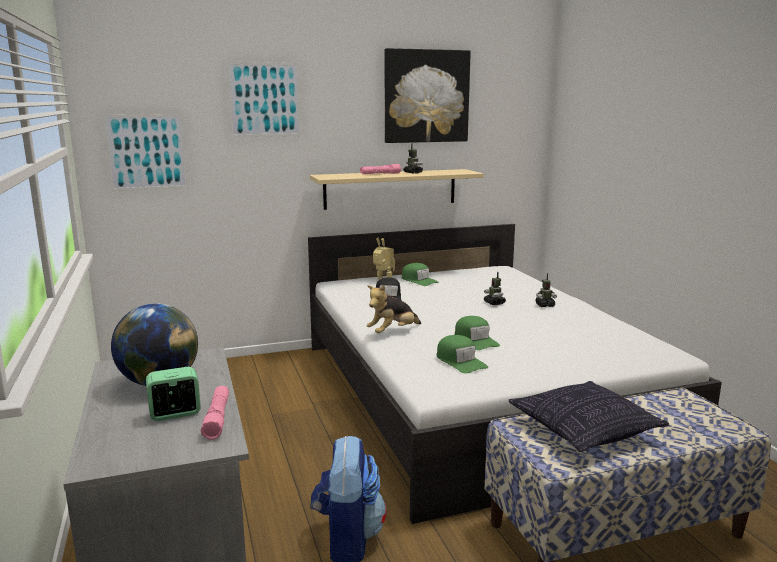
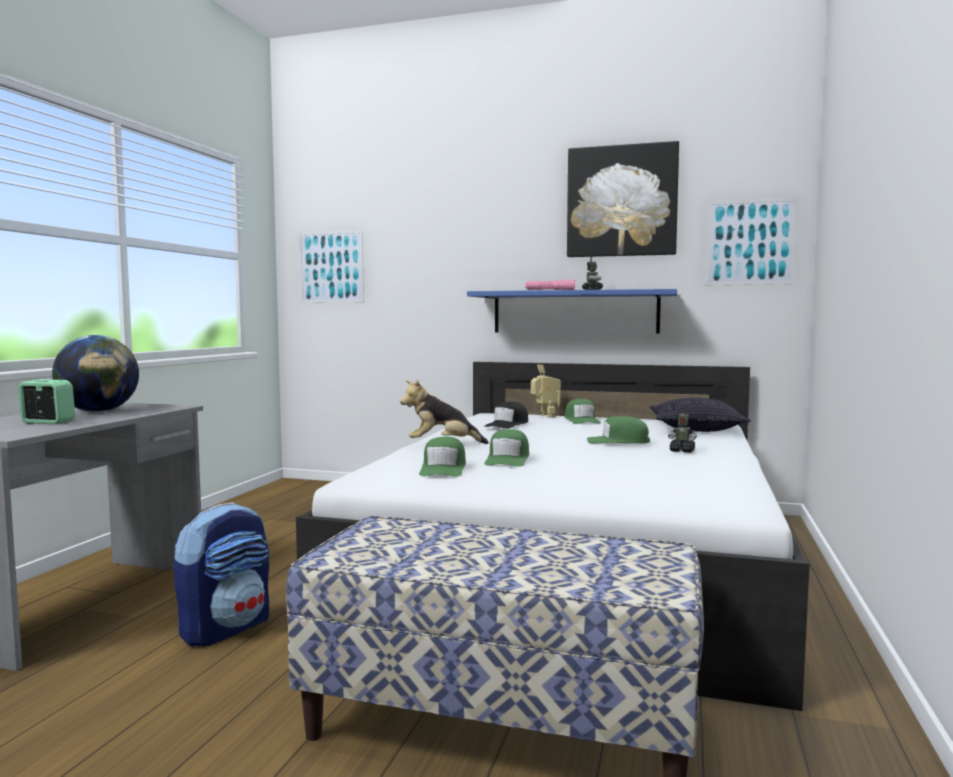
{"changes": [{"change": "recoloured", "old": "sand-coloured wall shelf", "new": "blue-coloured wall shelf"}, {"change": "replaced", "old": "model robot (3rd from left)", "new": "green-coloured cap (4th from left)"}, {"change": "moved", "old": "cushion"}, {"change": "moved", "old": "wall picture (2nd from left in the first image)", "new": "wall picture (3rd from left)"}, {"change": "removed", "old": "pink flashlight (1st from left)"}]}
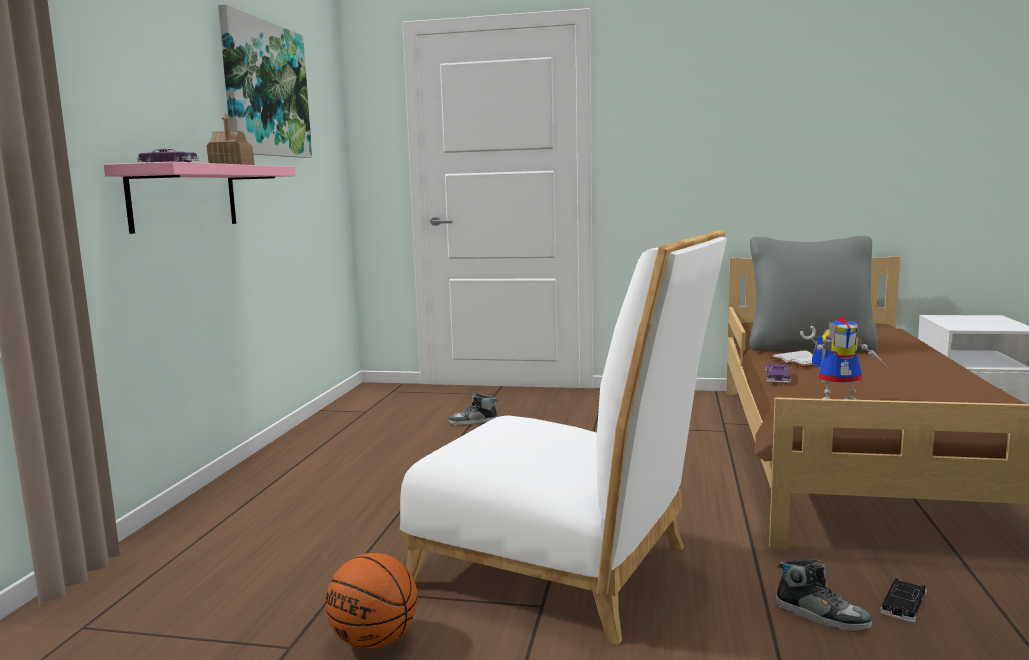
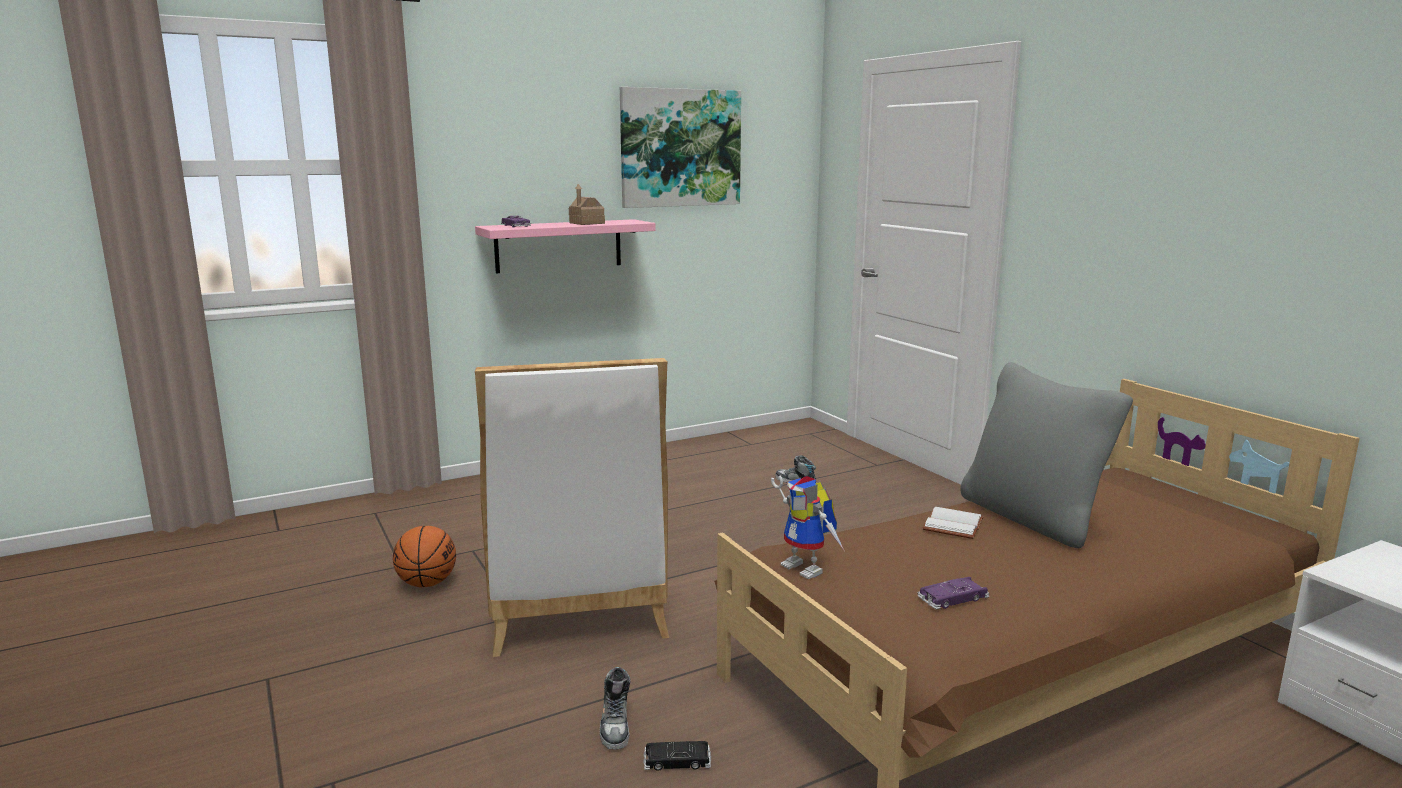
{"changes": [{"change": "moved", "old": "purple-coloured toy car (2nd from left)"}]}
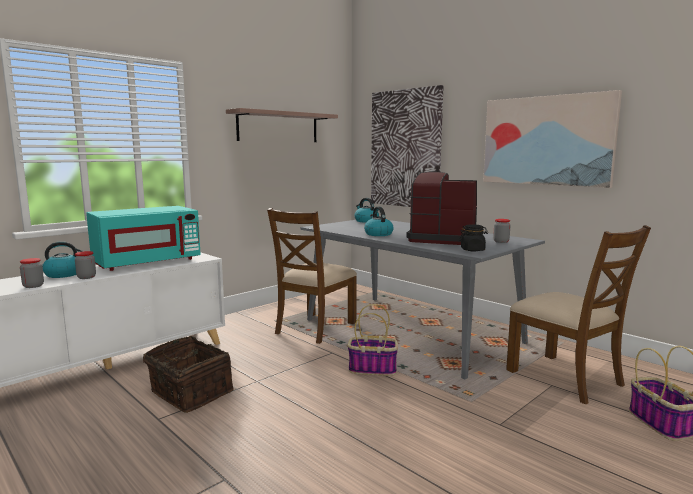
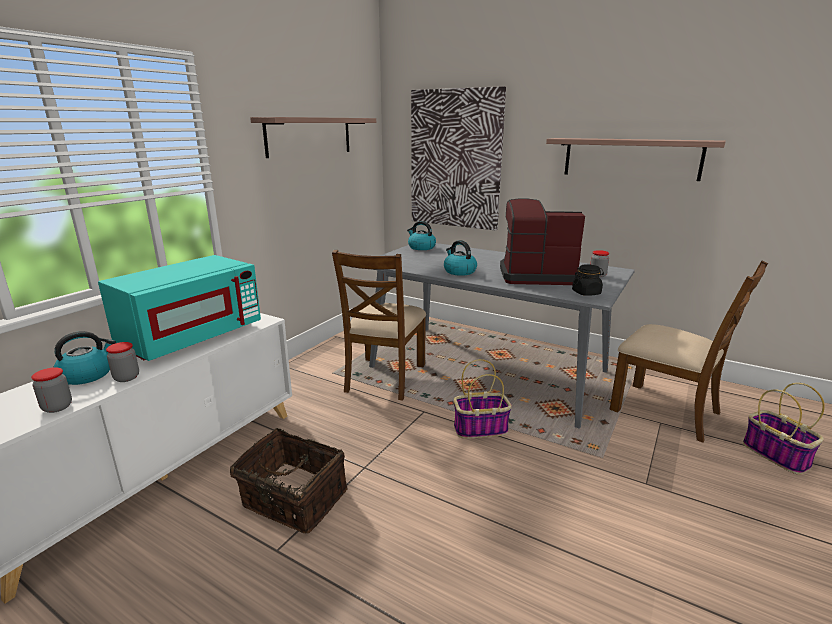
{"changes": [{"change": "replaced", "old": "wall picture (2nd from left)", "new": "wall shelf (2nd from left)"}]}
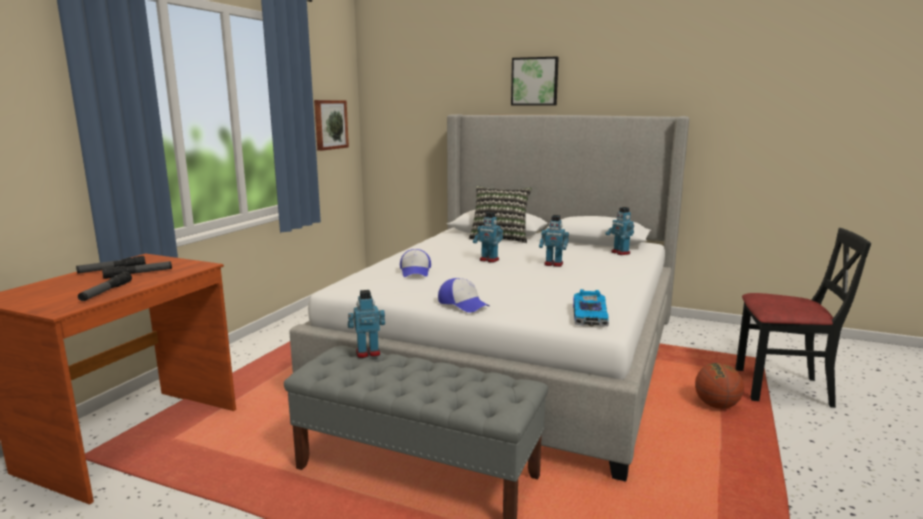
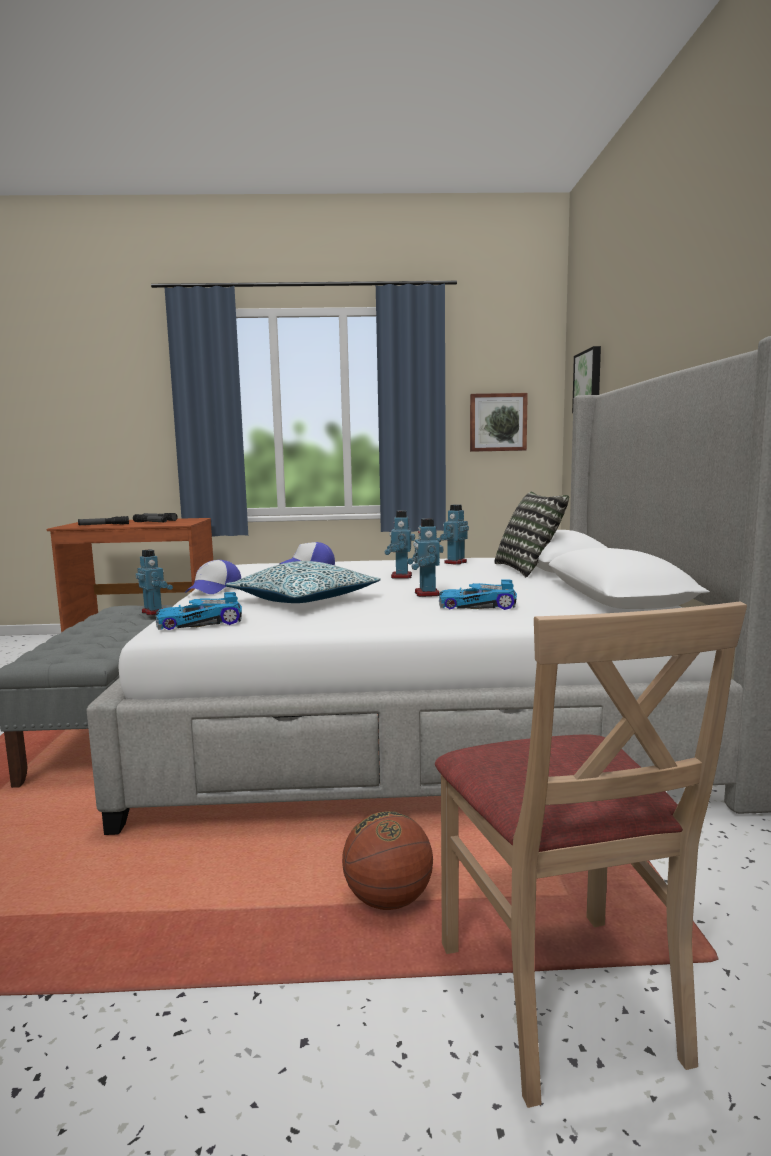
{"changes": [{"change": "added", "new": "cushion (1st from left)"}, {"change": "recoloured", "old": "black chair", "new": "sand-coloured chair"}, {"change": "moved", "old": "model robot (4th from left)"}, {"change": "added", "new": "toy car (2nd from left)"}, {"change": "moved", "old": "wall picture (2nd from left)"}]}
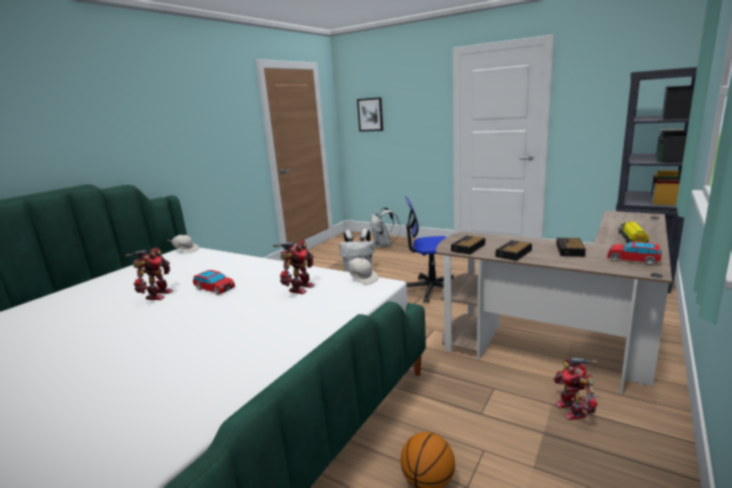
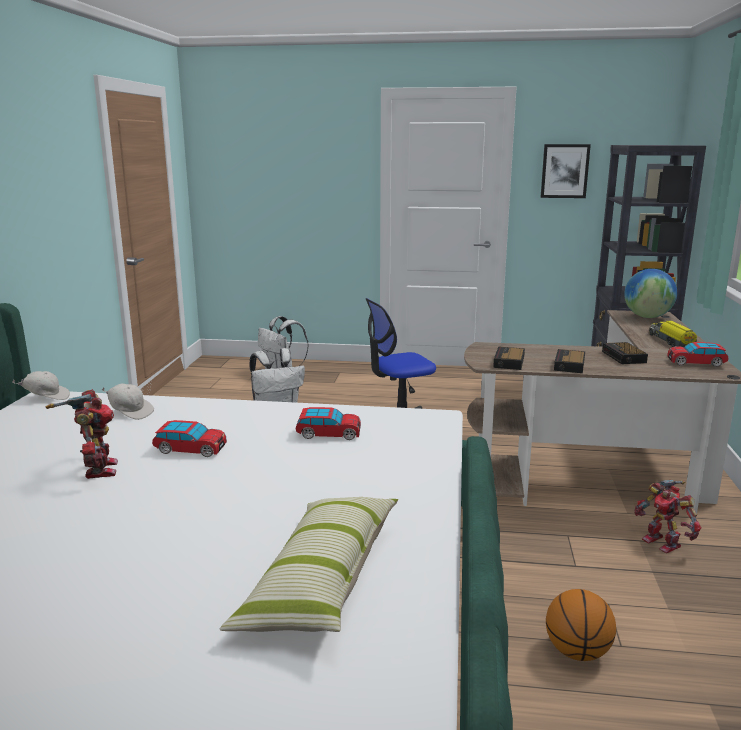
{"changes": [{"change": "moved", "old": "white cap (2nd from left)"}, {"change": "added", "new": "cushion"}, {"change": "replaced", "old": "model robot (2nd from left)", "new": "toy car (2nd from left)"}, {"change": "moved", "old": "wall picture"}, {"change": "added", "new": "globe"}]}
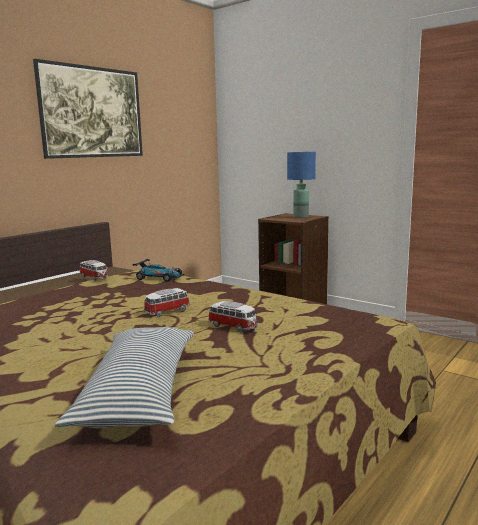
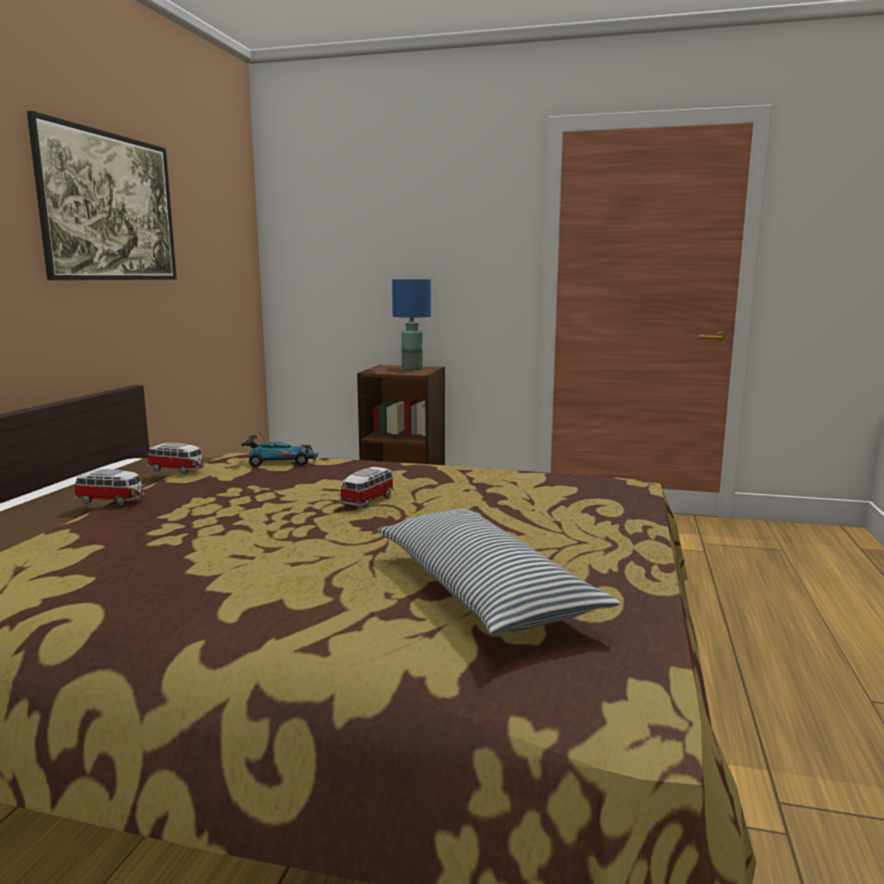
{"changes": [{"change": "moved", "old": "toy car (4th from left in the first image)", "new": "toy car (1st from left)"}]}
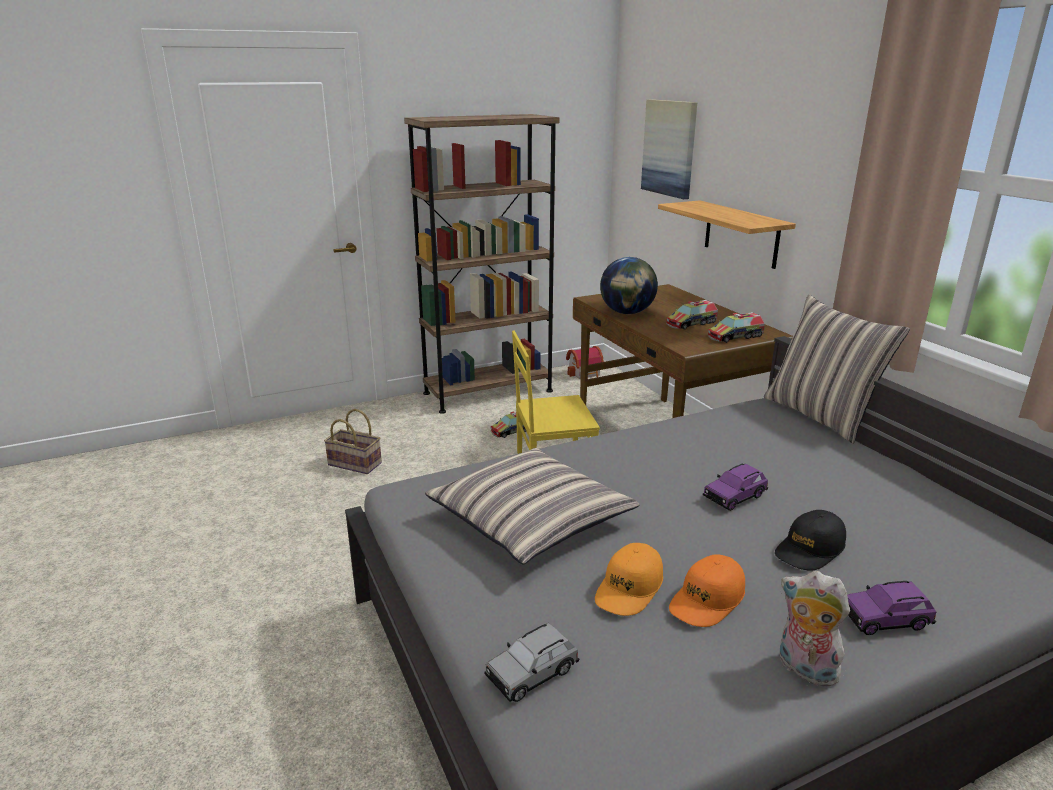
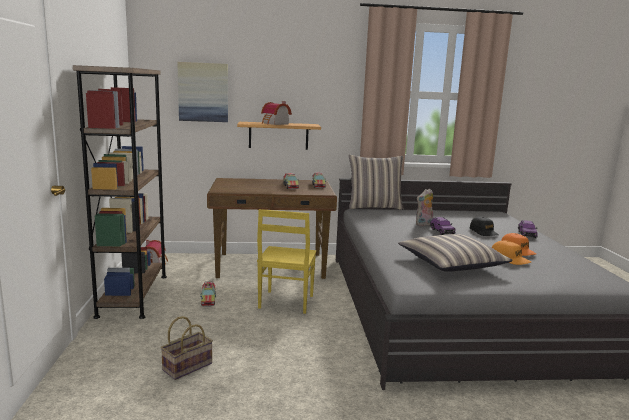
{"changes": [{"change": "added", "new": "toy house (2nd from left)"}, {"change": "moved", "old": "soft toy"}, {"change": "removed", "old": "grey toy car"}, {"change": "removed", "old": "globe"}]}
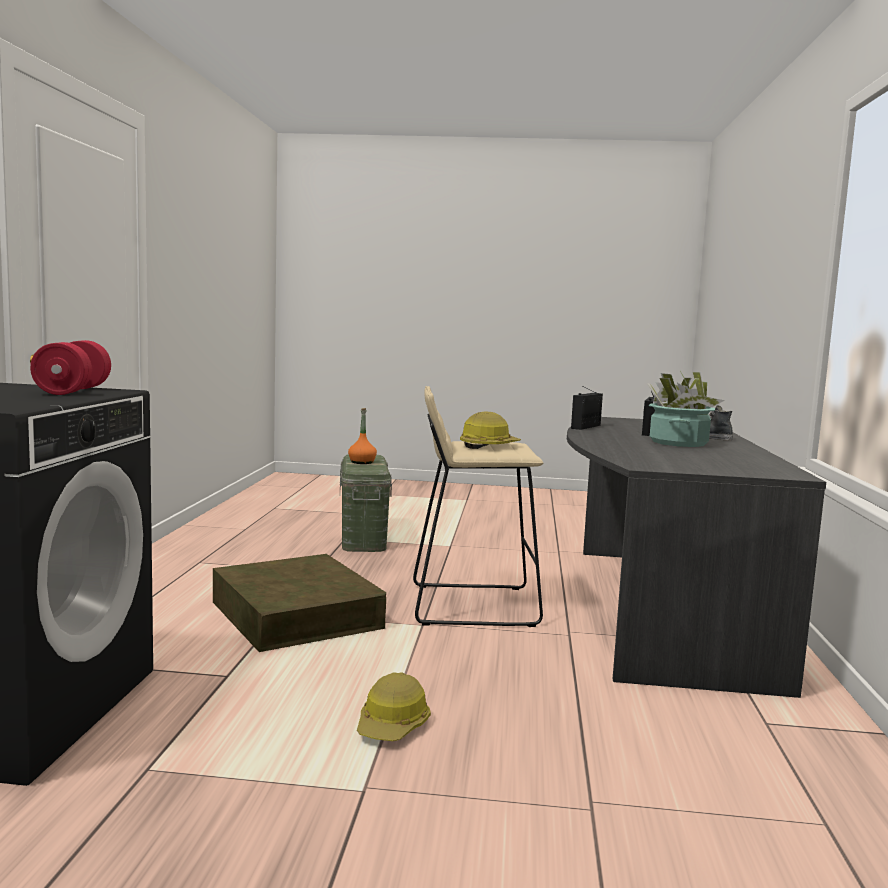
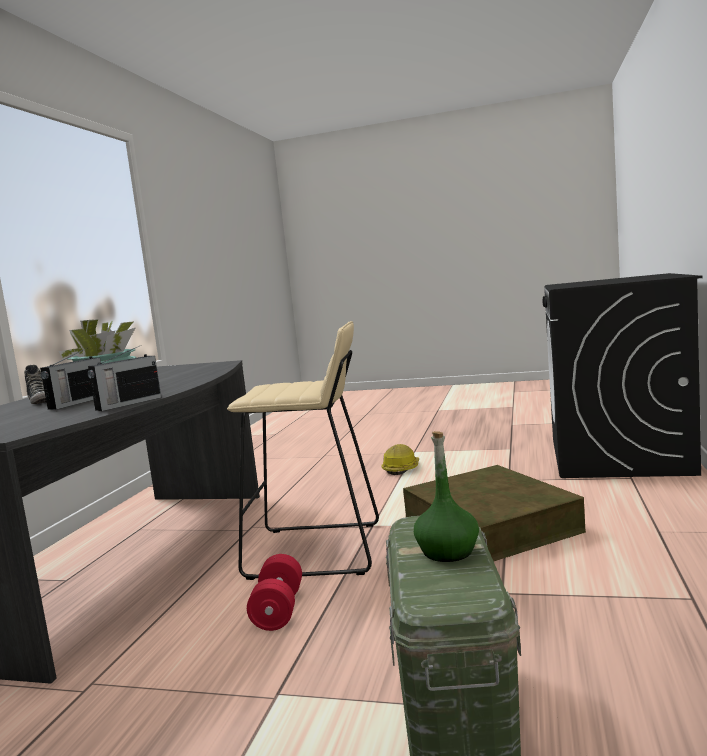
{"changes": [{"change": "moved", "old": "reddish dumbbell"}, {"change": "recoloured", "old": "orange-coloured beverage bottle", "new": "green-coloured beverage bottle"}, {"change": "removed", "old": "safety helmet (2nd from left)"}]}
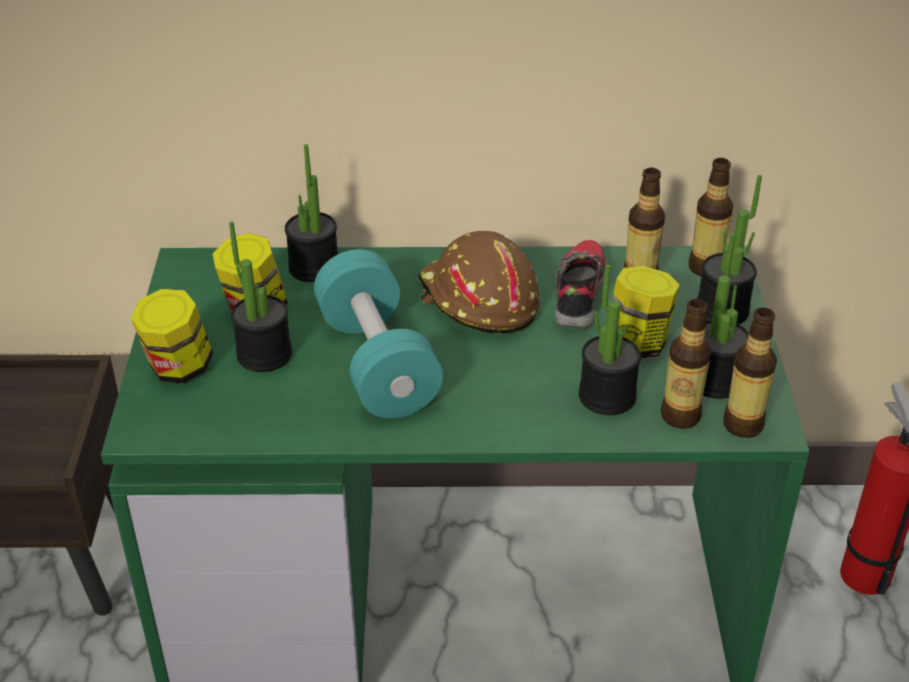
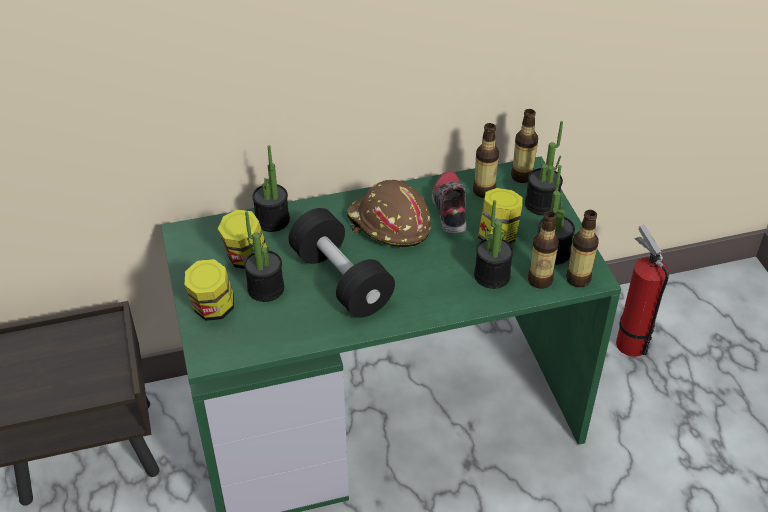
{"changes": [{"change": "recoloured", "old": "blue-green dumbbell", "new": "black dumbbell"}]}
